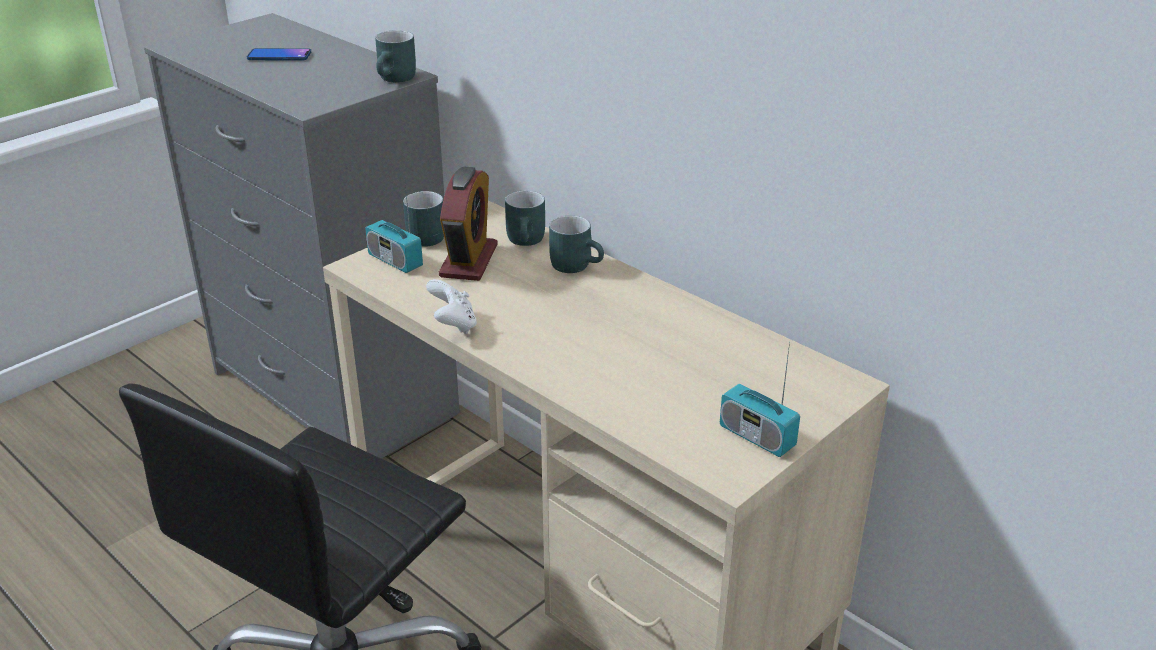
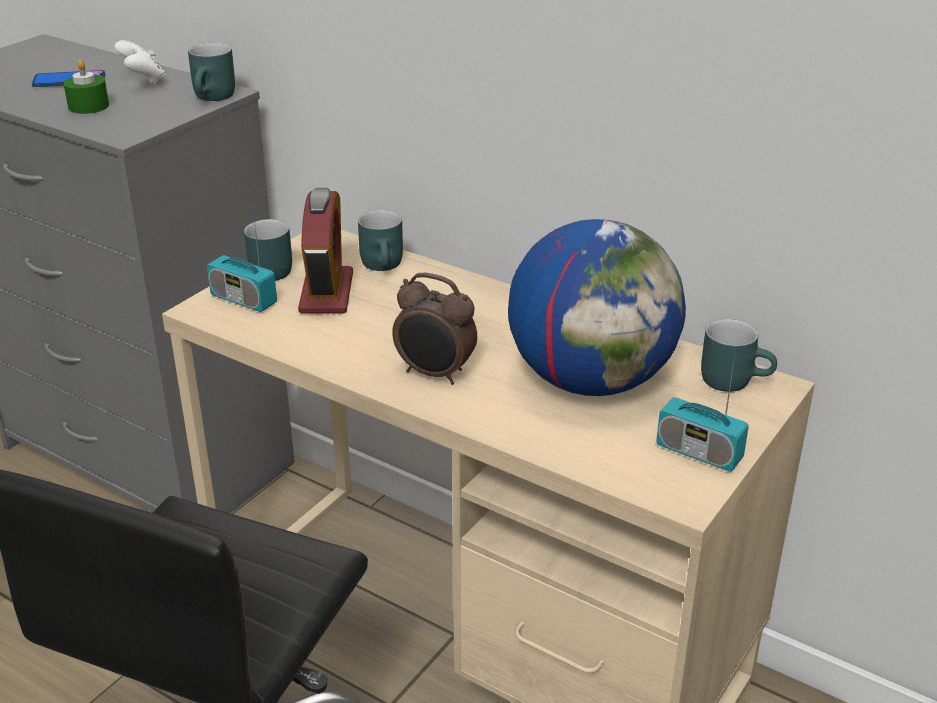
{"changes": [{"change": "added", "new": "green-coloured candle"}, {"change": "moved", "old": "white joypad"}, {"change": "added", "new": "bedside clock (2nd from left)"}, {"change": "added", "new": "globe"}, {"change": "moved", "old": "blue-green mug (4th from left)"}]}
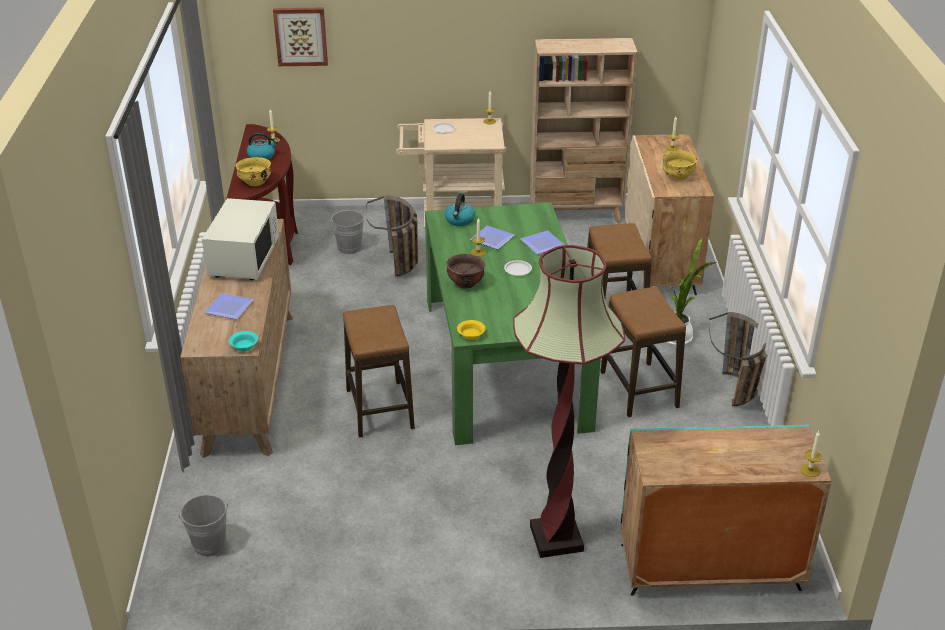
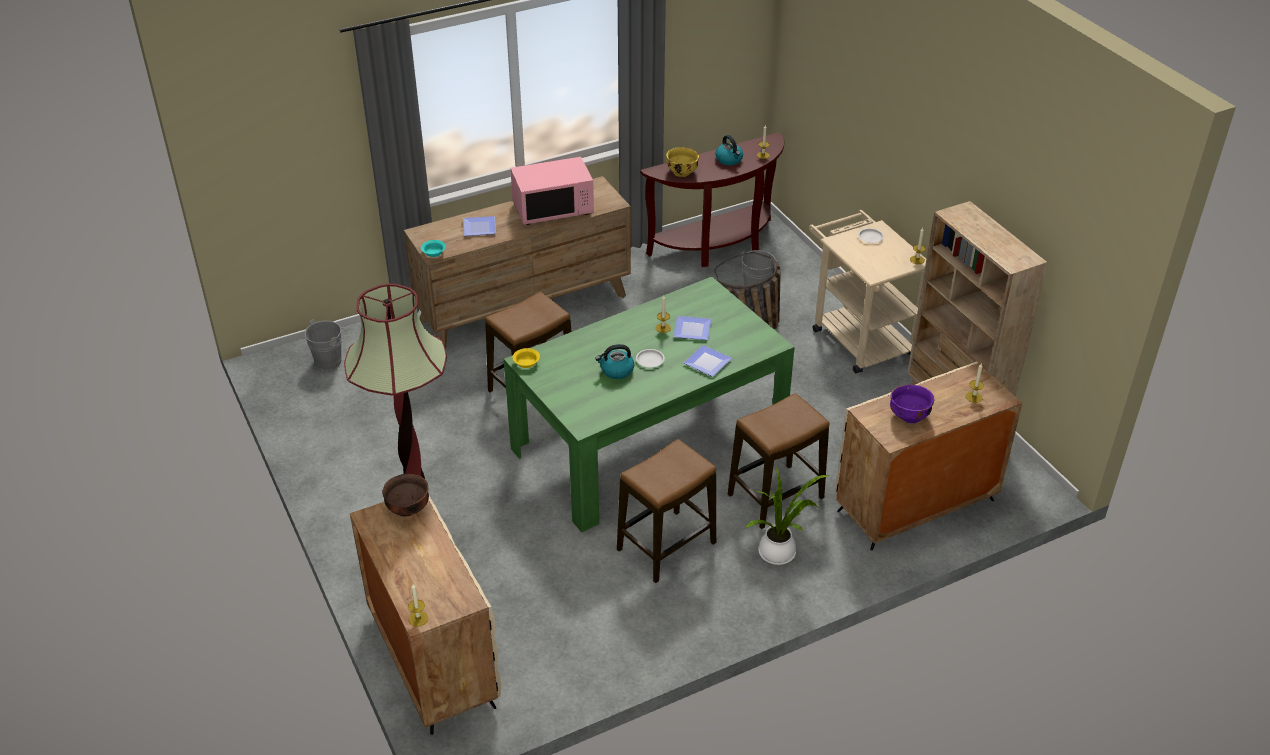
{"changes": [{"change": "recoloured", "old": "blue-green cupboard", "new": "sand-coloured cupboard (1st from left)"}, {"change": "moved", "old": "brown-coloured serving bowl"}, {"change": "recoloured", "old": "white microwave oven", "new": "pink microwave oven"}, {"change": "moved", "old": "water kettle (2nd from left in the first image)", "new": "water kettle (1st from left)"}, {"change": "recoloured", "old": "yellowish serving bowl (3rd from left)", "new": "purple-coloured serving bowl"}, {"change": "removed", "old": "wall picture"}, {"change": "removed", "old": "storage basket (2nd from left)"}]}
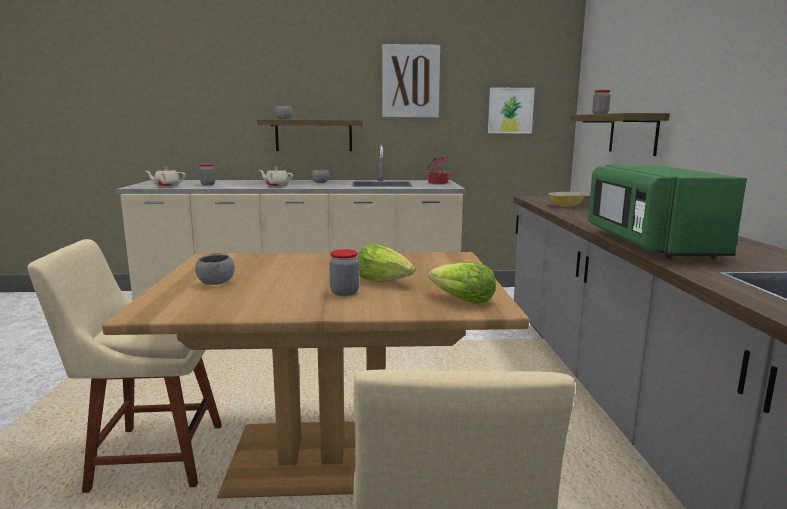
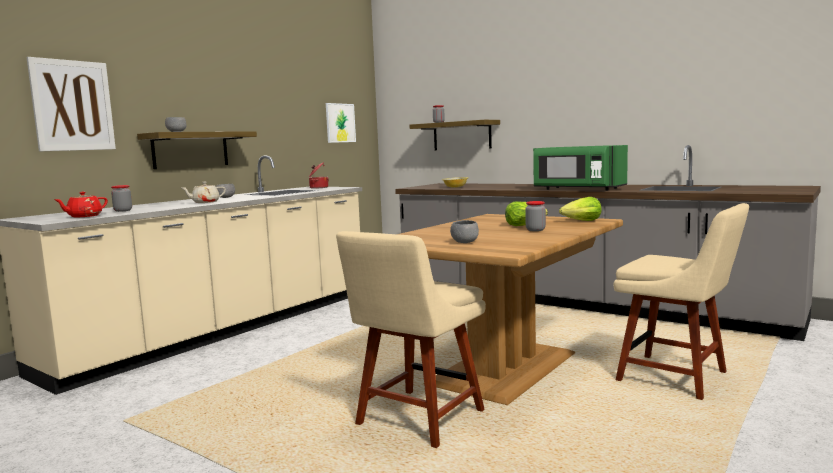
{"changes": [{"change": "moved", "old": "wall picture (1st from left)"}, {"change": "recoloured", "old": "sand-coloured pot for tea (1st from left)", "new": "reddish pot for tea"}]}
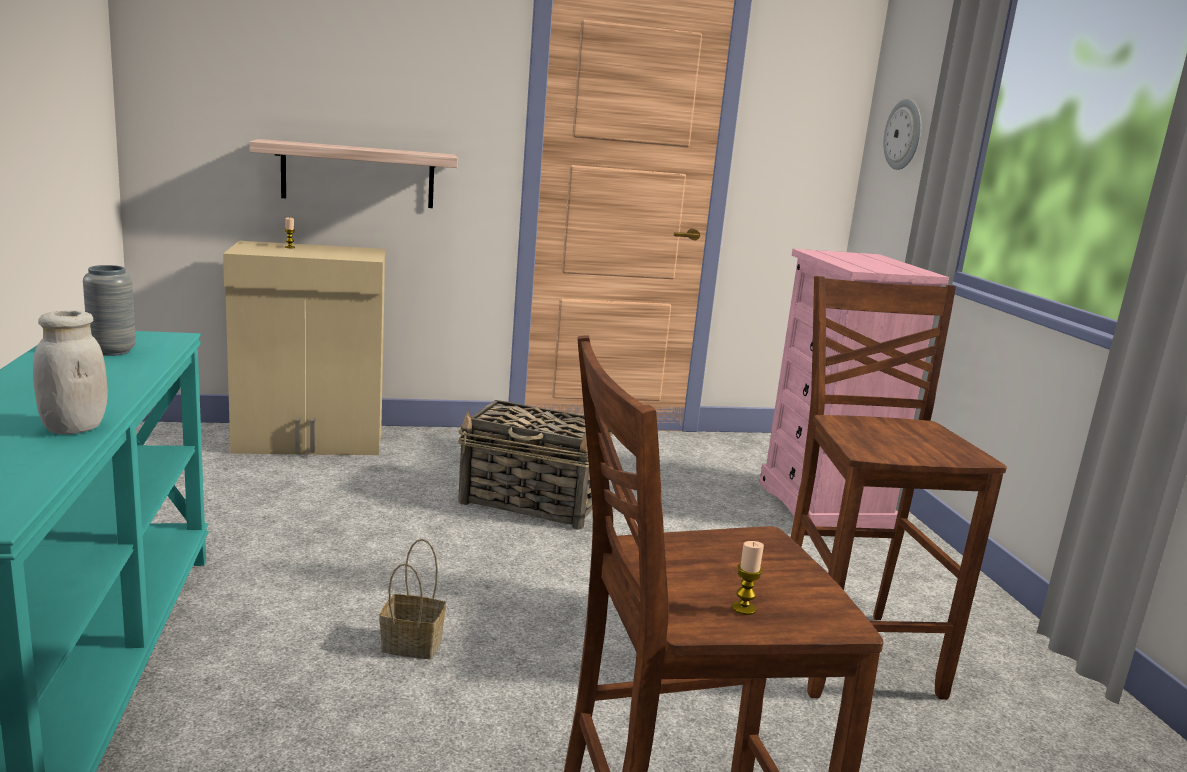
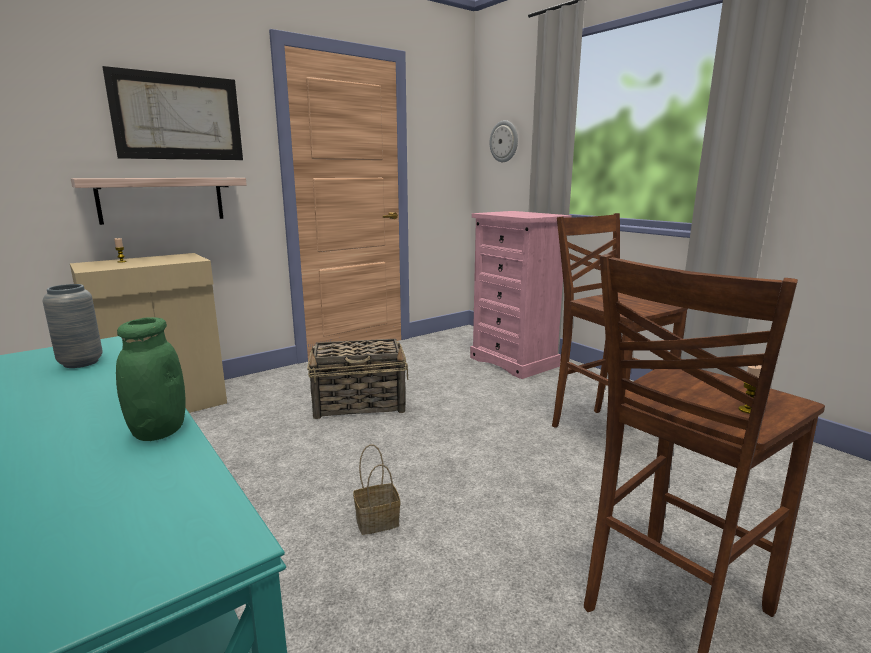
{"changes": [{"change": "added", "new": "wall picture"}, {"change": "recoloured", "old": "white storage jar", "new": "green-coloured storage jar"}]}
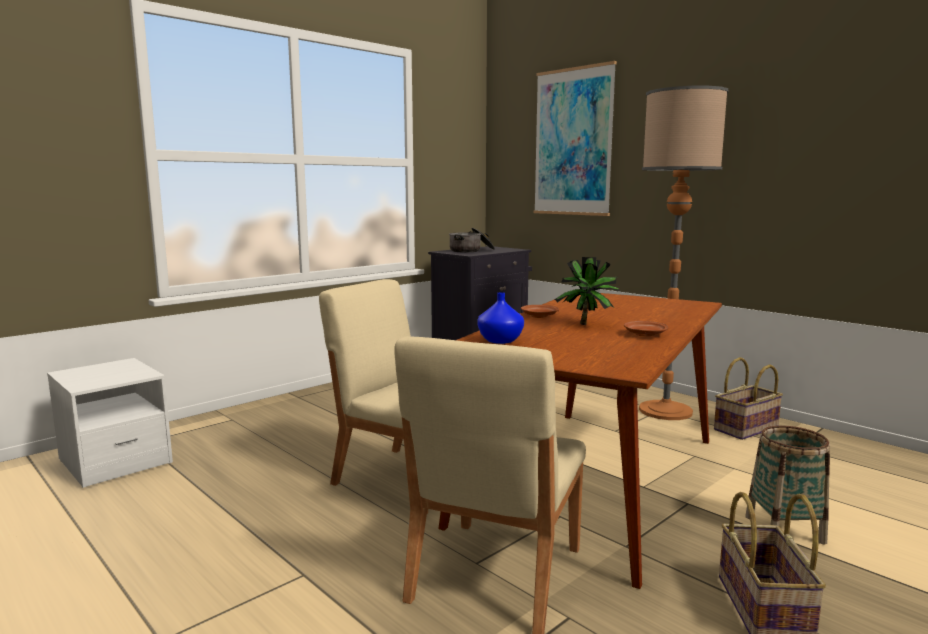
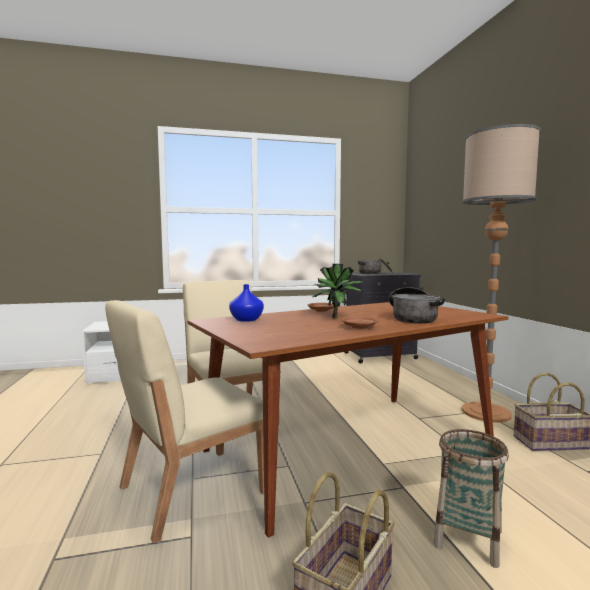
{"changes": [{"change": "added", "new": "stockpot (2nd from left)"}, {"change": "removed", "old": "wall picture"}]}
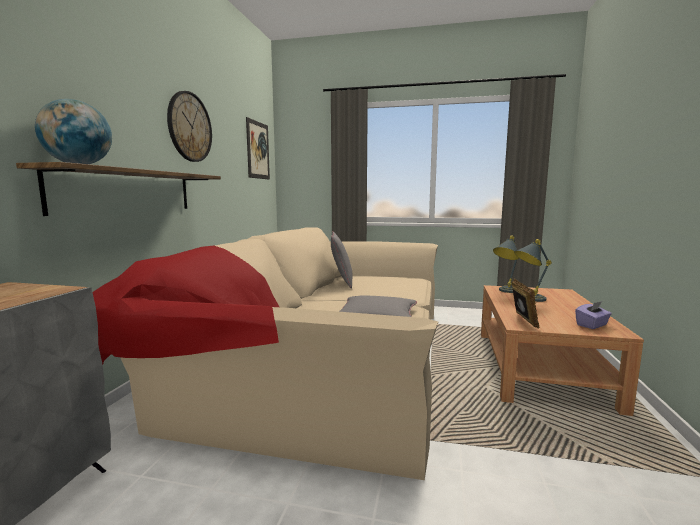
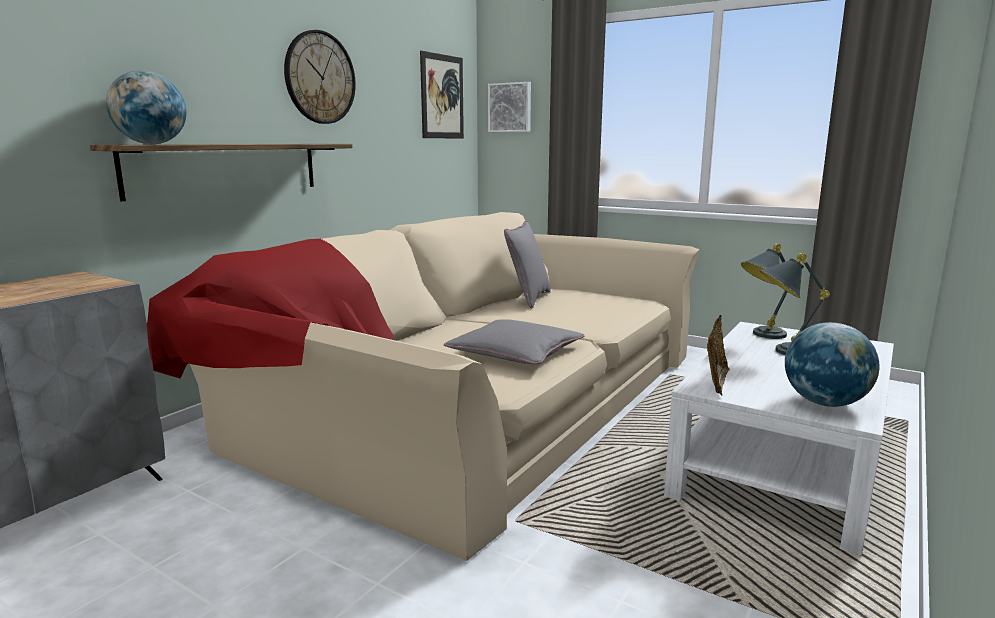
{"changes": [{"change": "added", "new": "wall picture (2nd from left)"}, {"change": "recoloured", "old": "brown-coloured low table", "new": "white low table"}, {"change": "replaced", "old": "purple-coloured tissue box", "new": "globe (2nd from left)"}]}
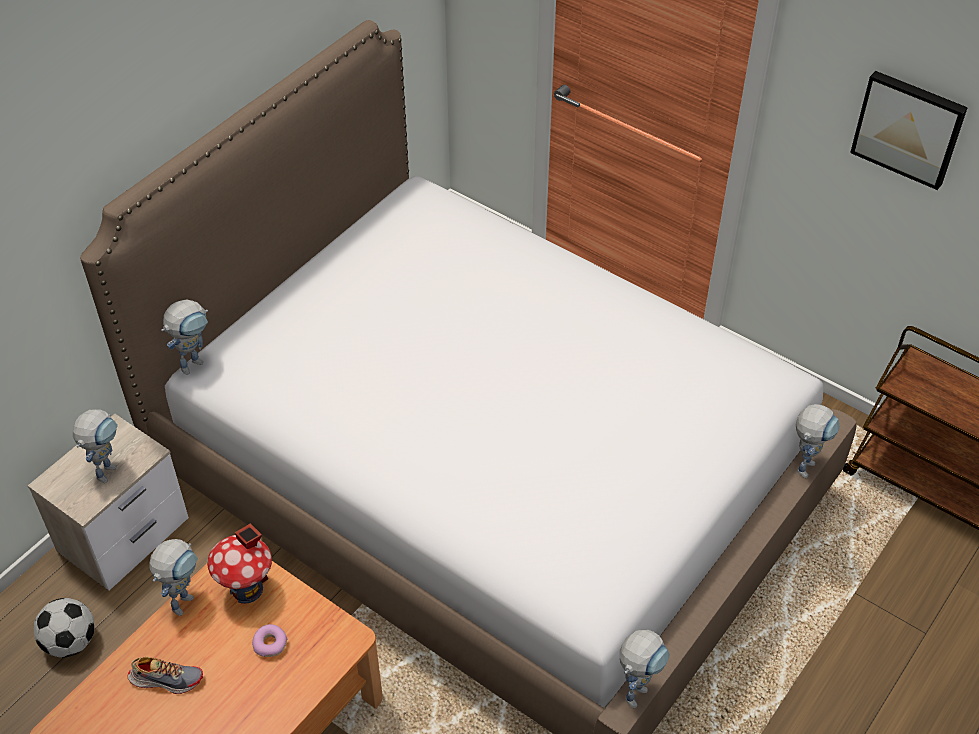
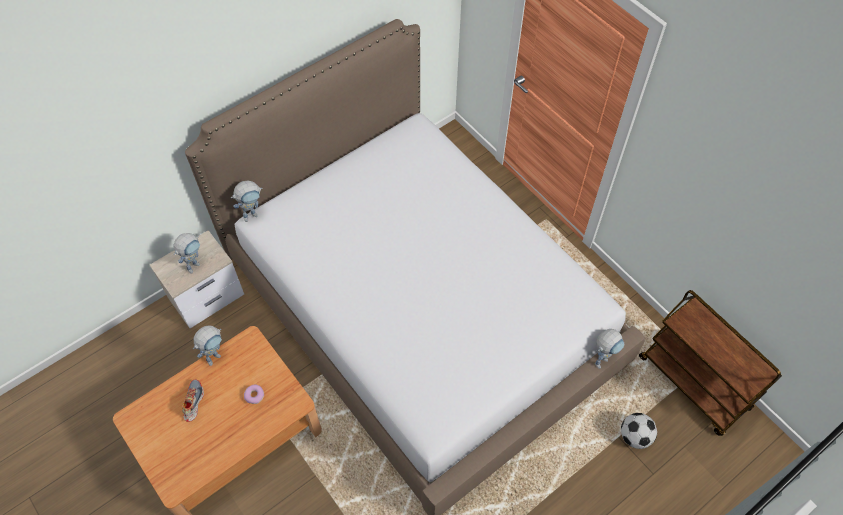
{"changes": [{"change": "turned", "old": "item of footwear", "degrees": -105}, {"change": "moved", "old": "football"}, {"change": "removed", "old": "toy house"}, {"change": "removed", "old": "model robot (4th from left)"}, {"change": "removed", "old": "wall picture"}]}
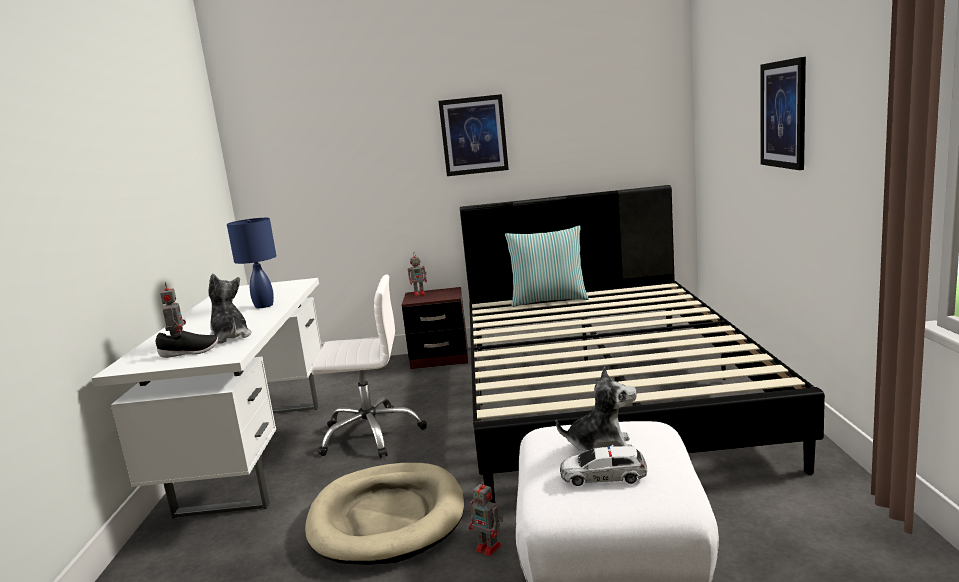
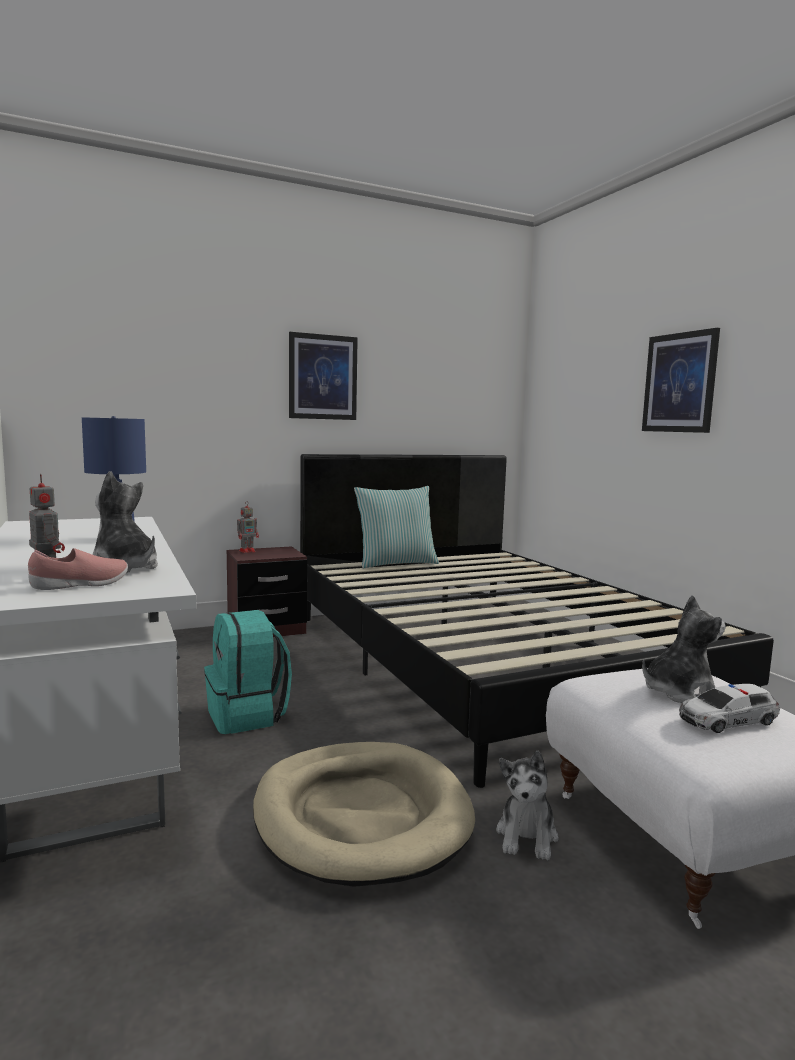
{"changes": [{"change": "recoloured", "old": "black item of footwear", "new": "pink item of footwear"}, {"change": "replaced", "old": "white computer chair", "new": "blue-green rucksack"}, {"change": "replaced", "old": "model robot (3rd from left)", "new": "soft toy (2nd from left)"}]}
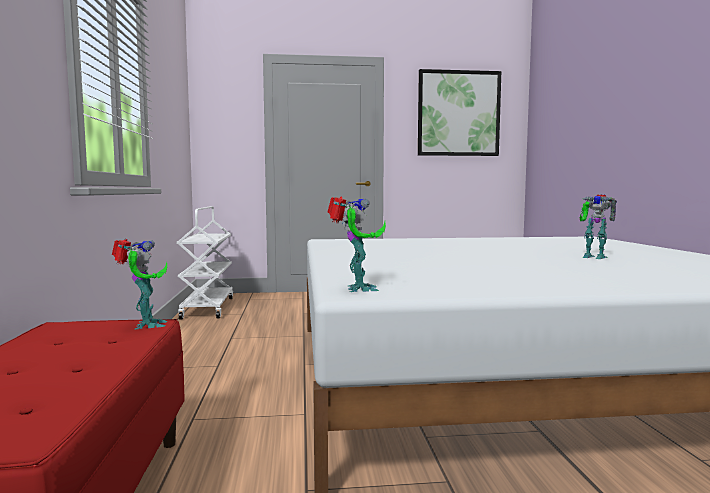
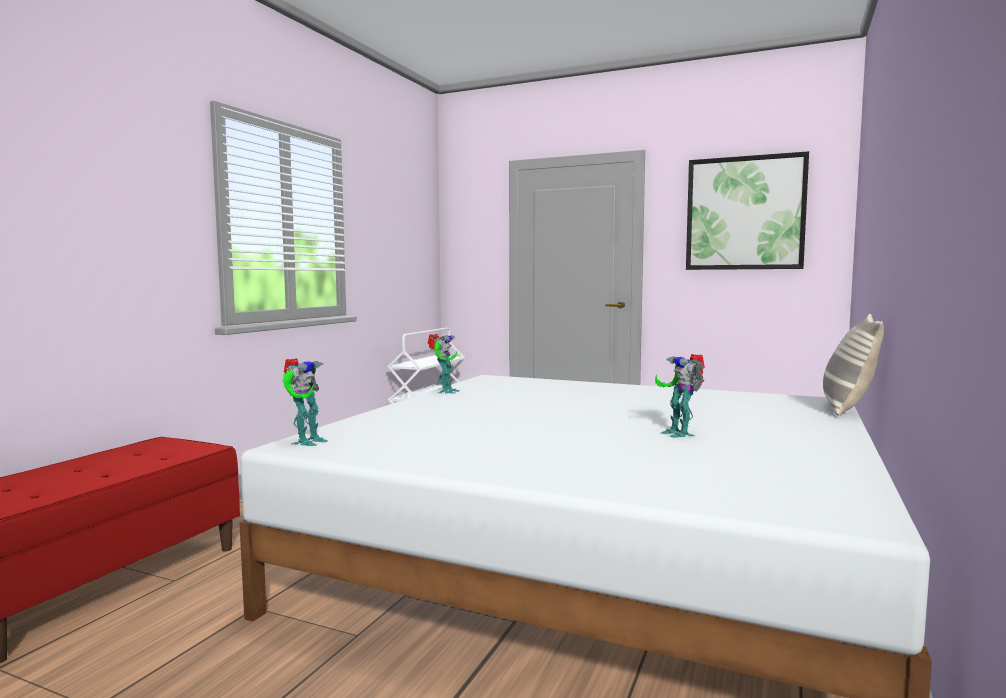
{"changes": [{"change": "moved", "old": "model robot (1st from left in the first image)", "new": "model robot (2nd from left)"}, {"change": "added", "new": "cushion"}]}
